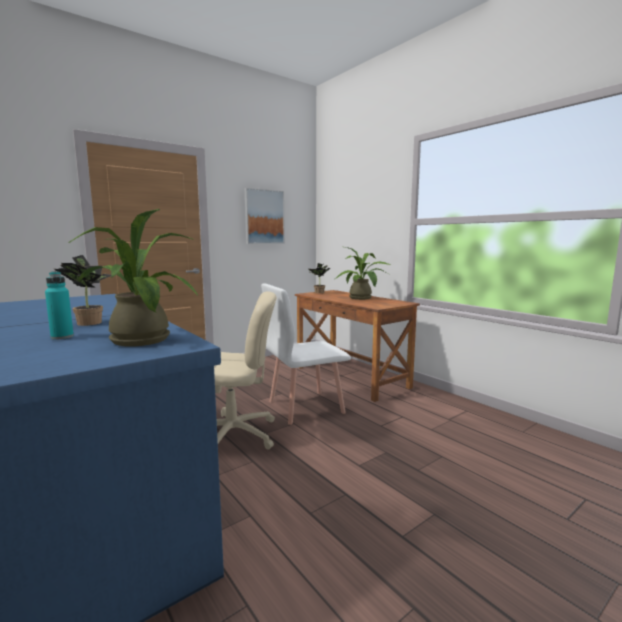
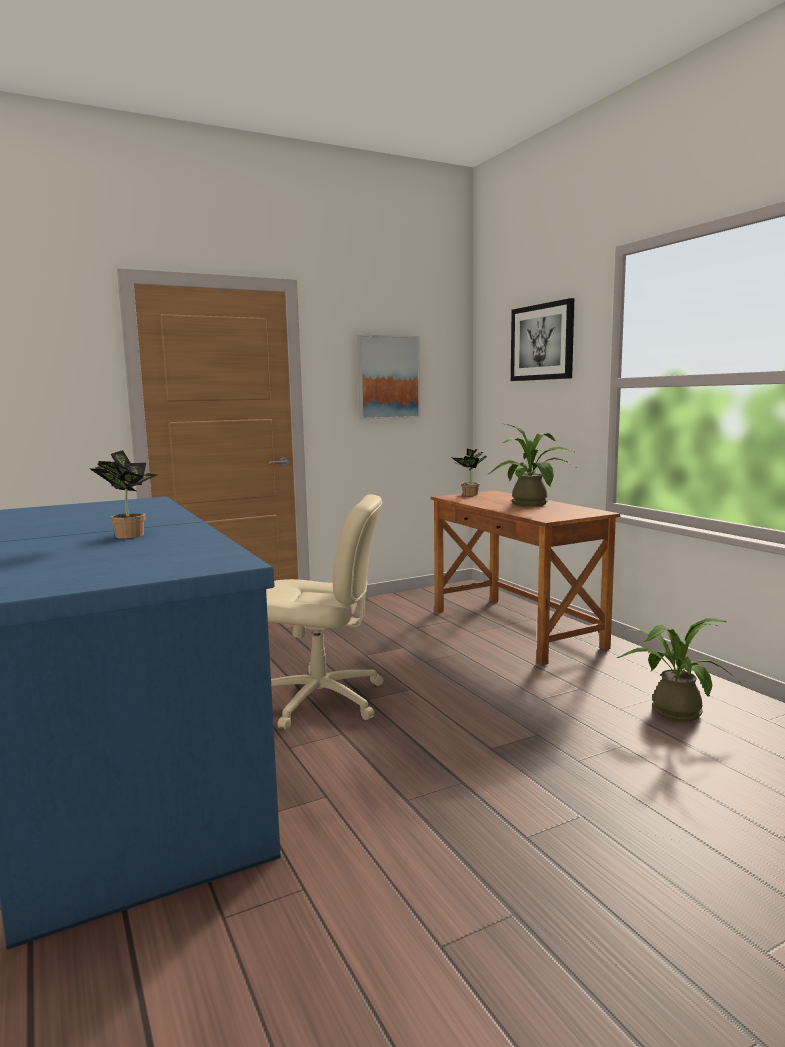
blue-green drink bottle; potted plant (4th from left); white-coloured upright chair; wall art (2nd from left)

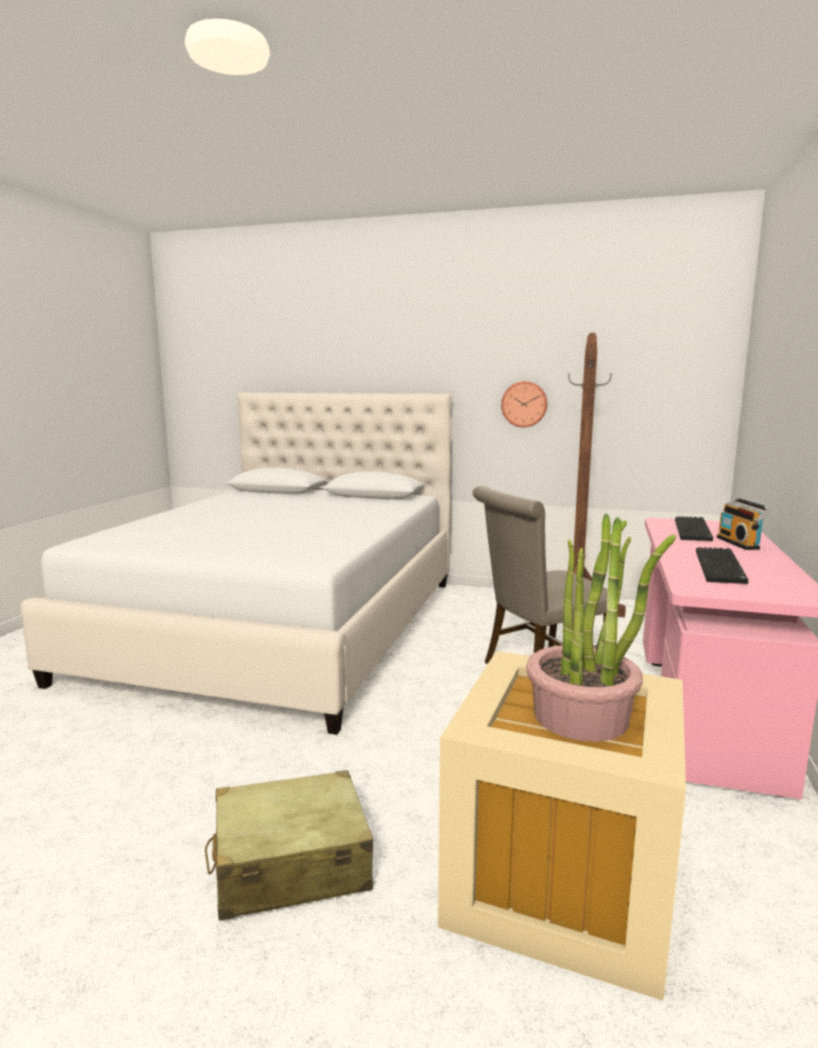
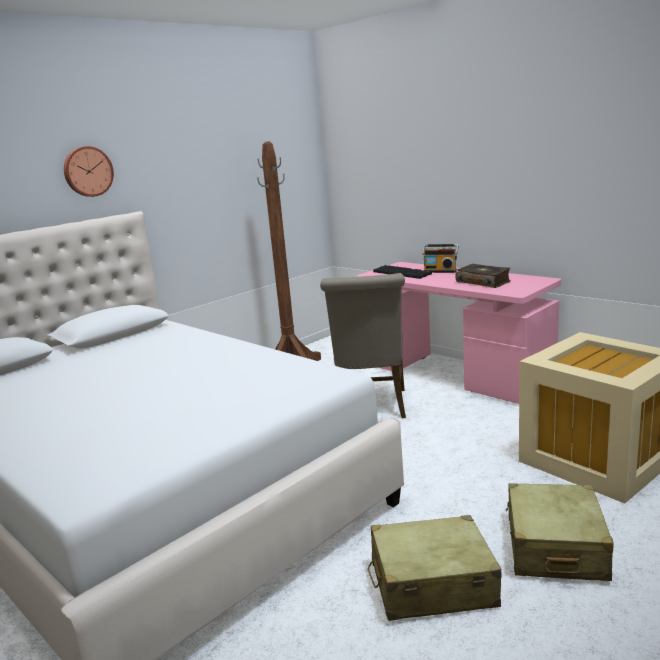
clock on the wall; potted plant; book; beige piece of luggage (1st from left)

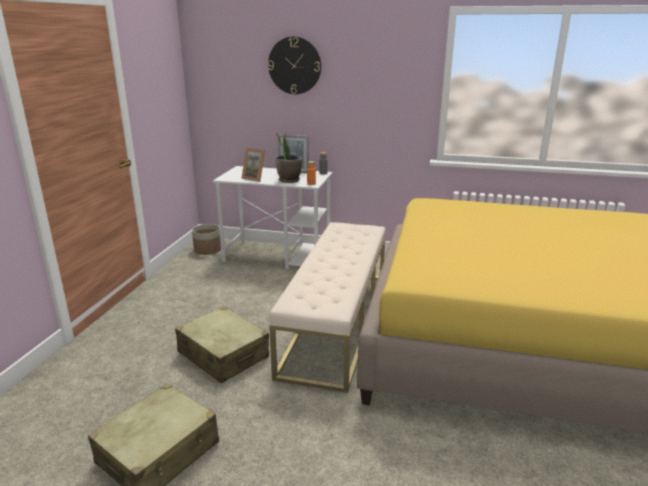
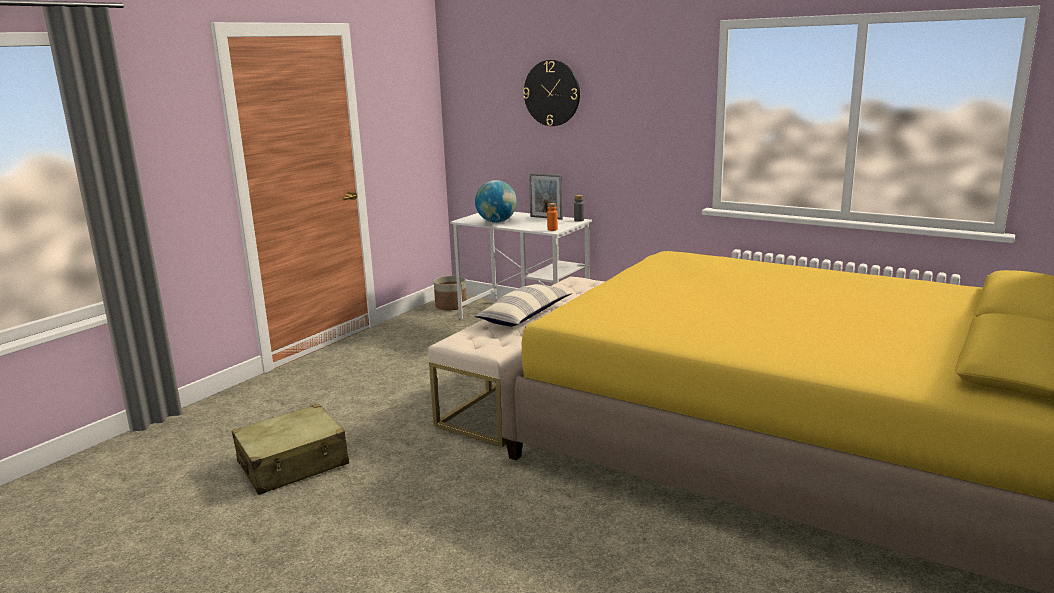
beige piece of luggage (2nd from left in the first image); desk globe; potted plant; pillow

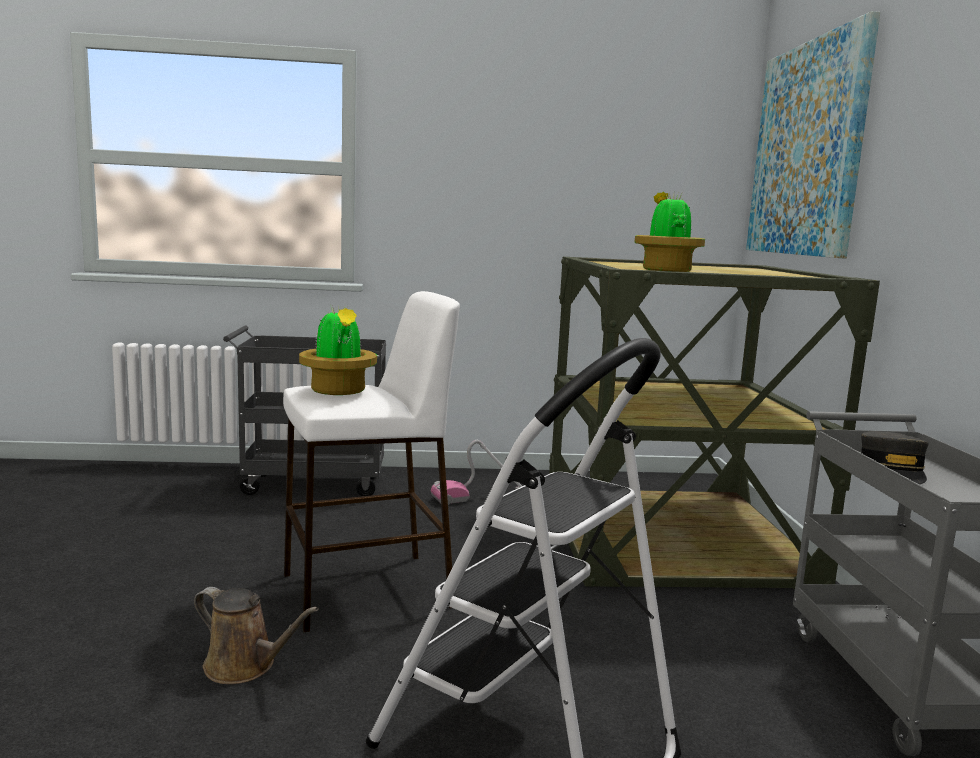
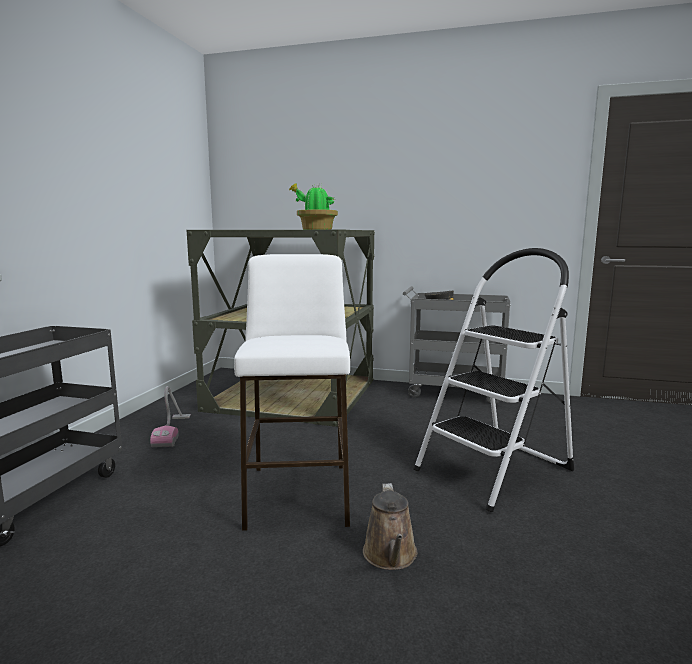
brownish watering pot; potted plant (1st from left in the first image); wall art

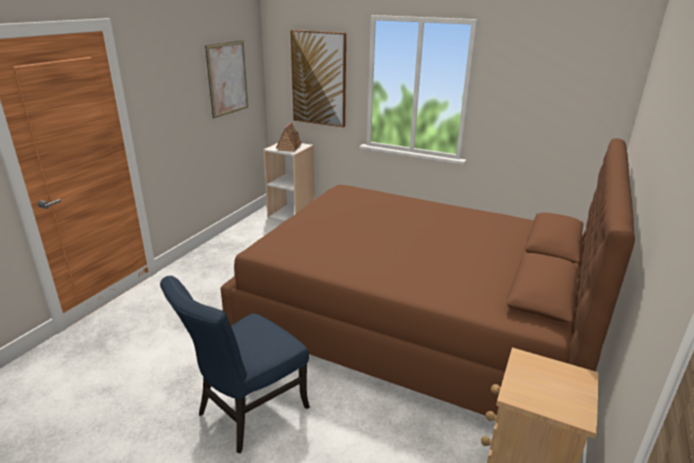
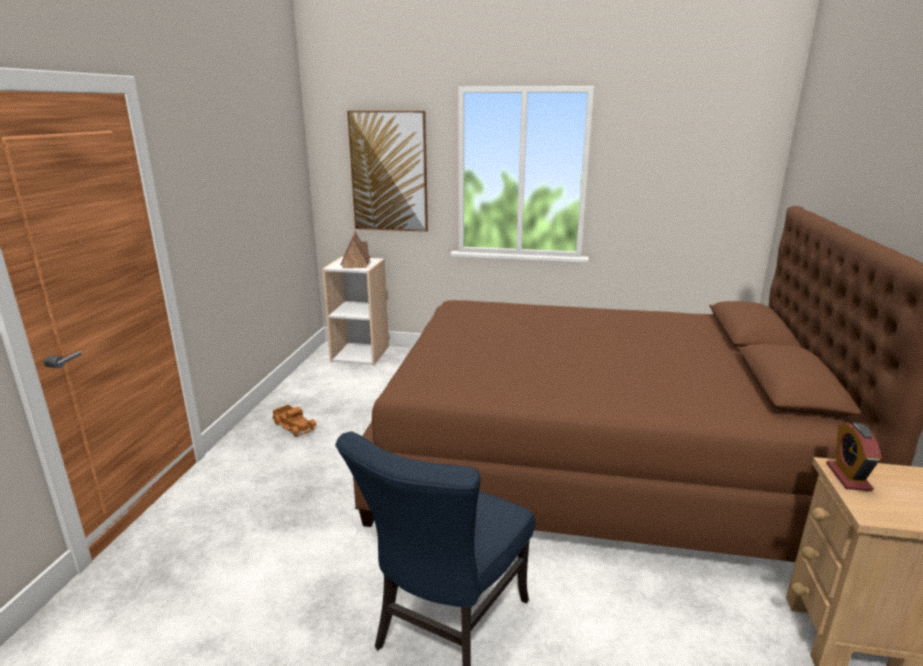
wall art (1st from left in the first image); model truck; bedside clock

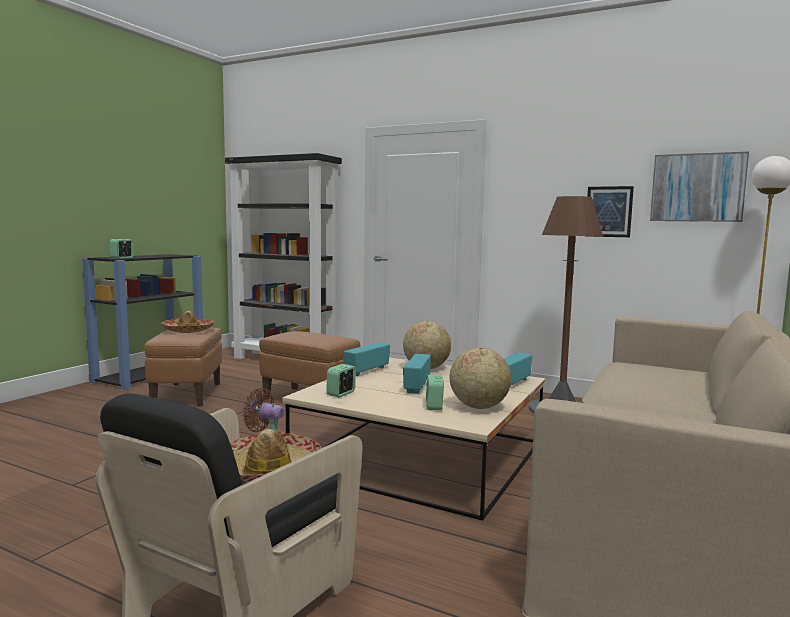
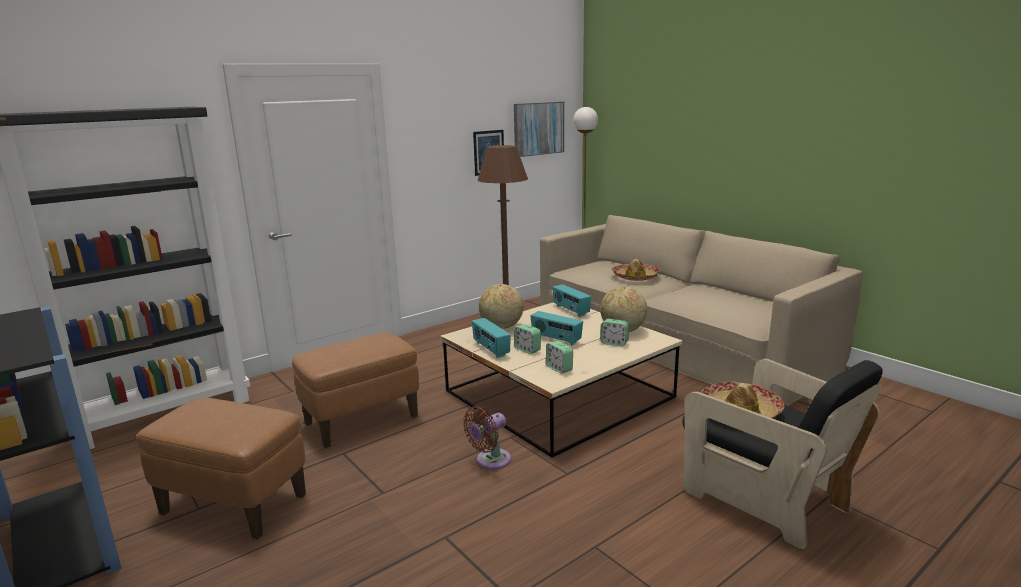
bedside clock (1st from left); clothing hat (1st from left)

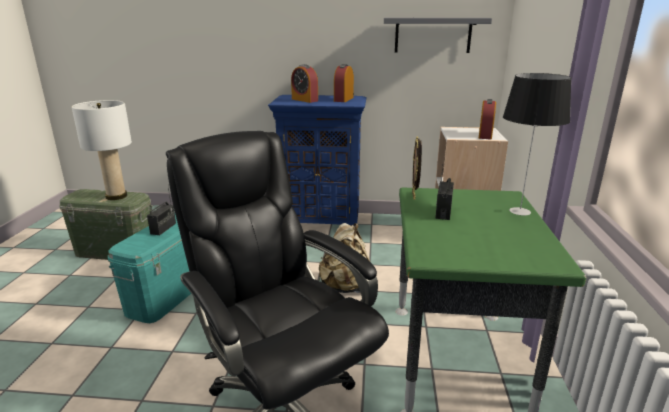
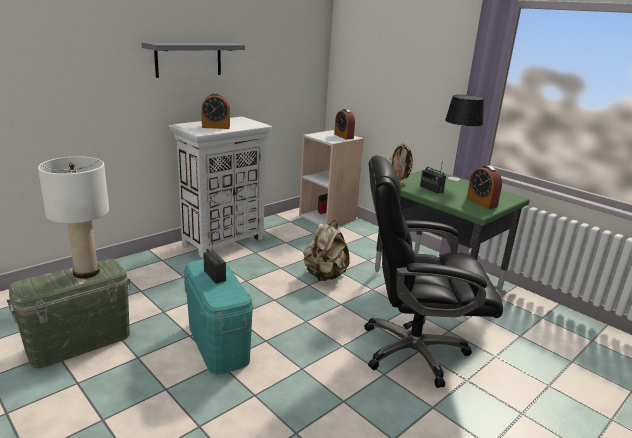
white-coloured cabinet; bedside clock (3rd from left); gray bracket shelf

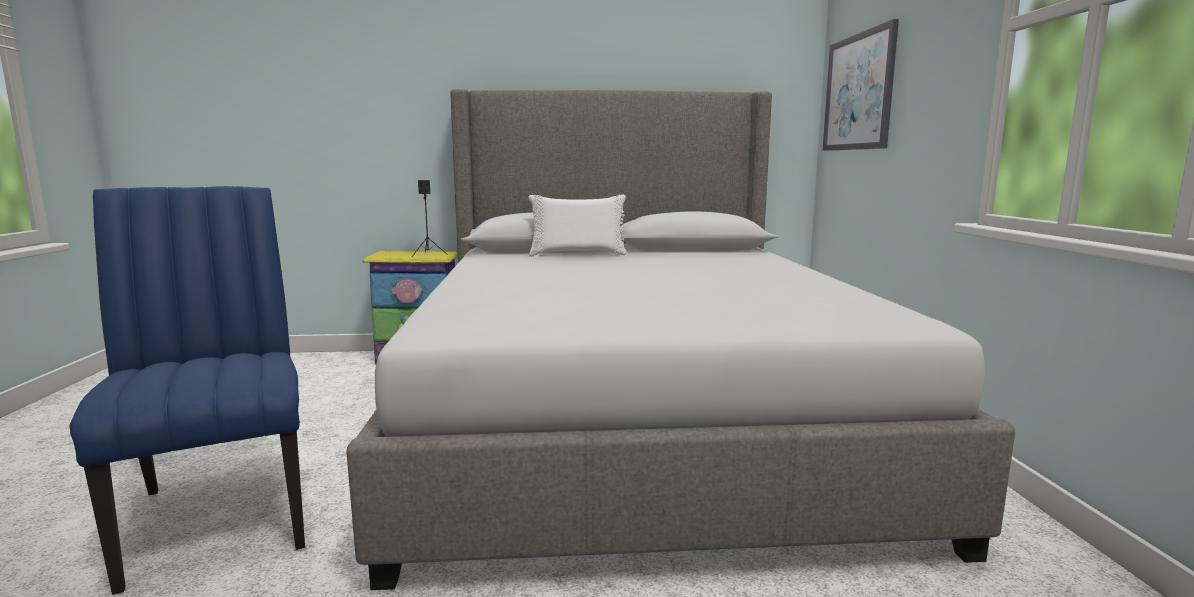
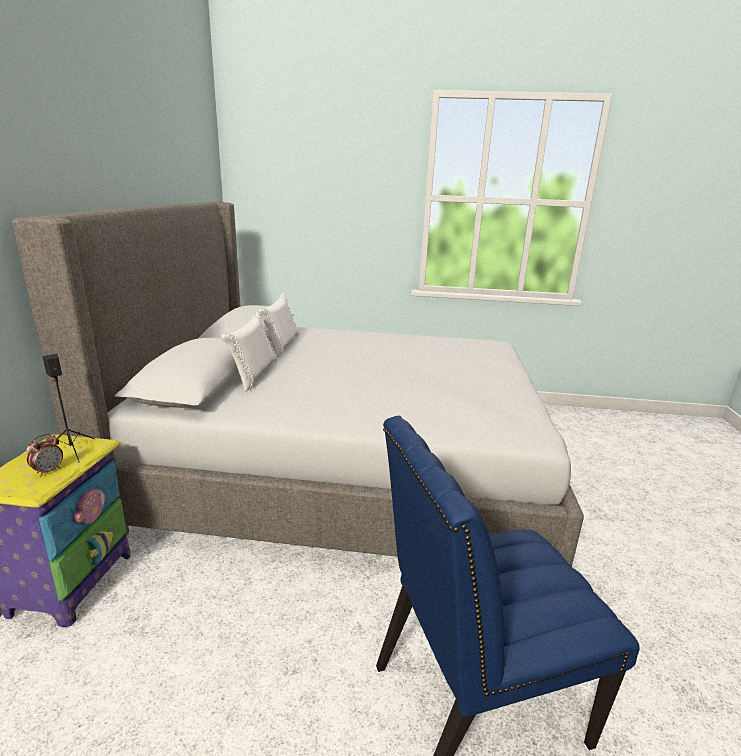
wall art; bedside clock; white-coloured pillow (2nd from left)

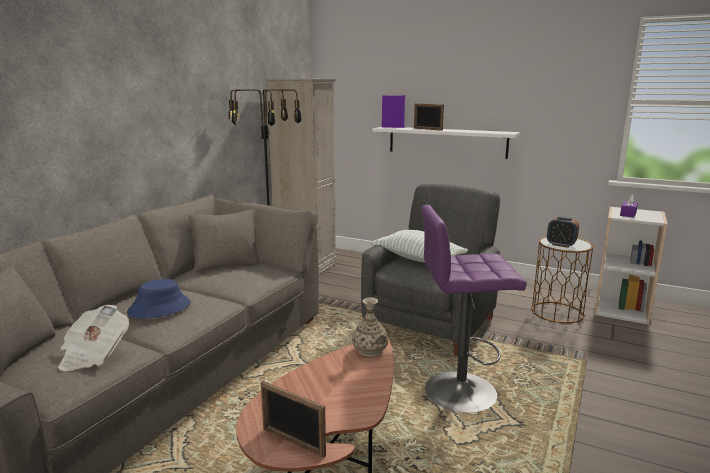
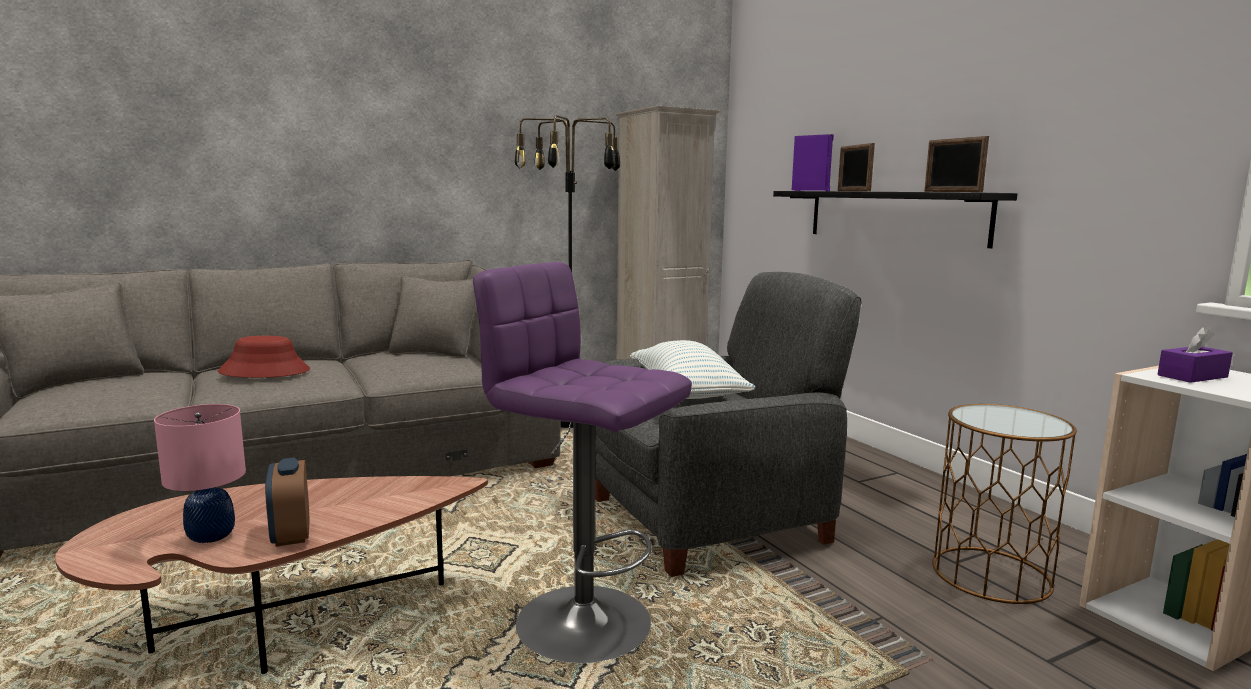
printed paper; reddish clothing hat; picture frame (2nd from left); flower vase; black-coloured bracket shelf; bedside clock; pinkish table lamp

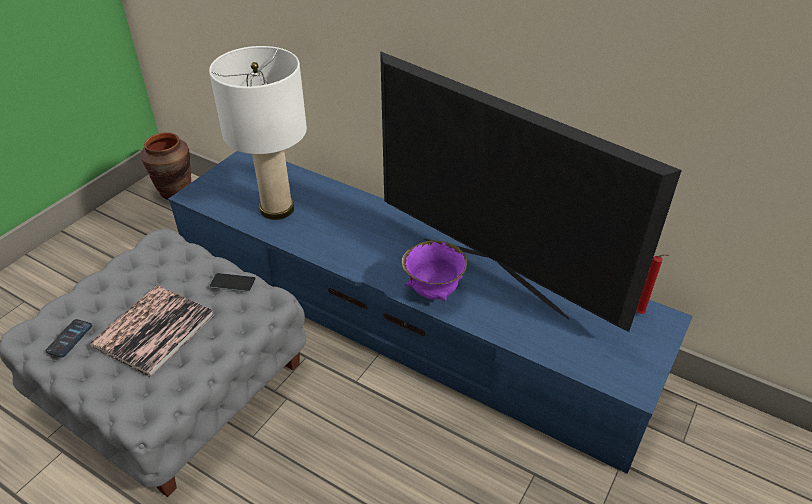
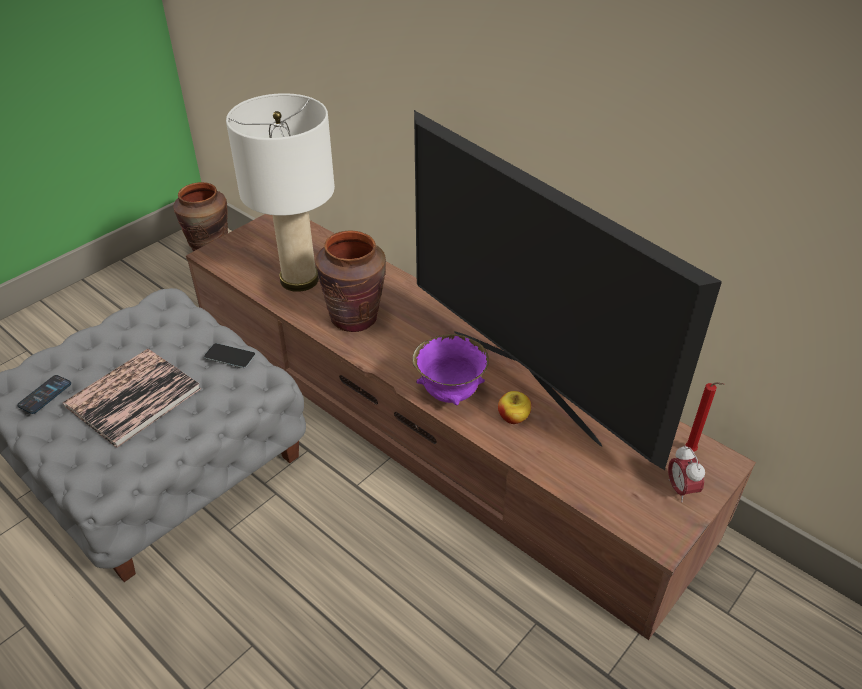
brownish tv stand; brownish flower vase (2nd from left); apple; bedside clock

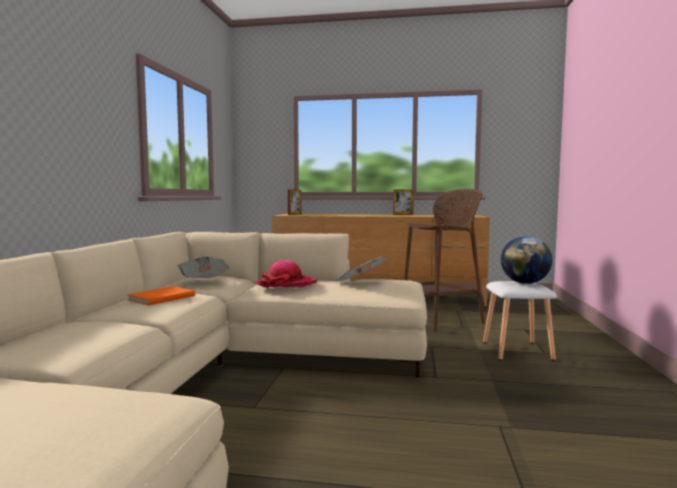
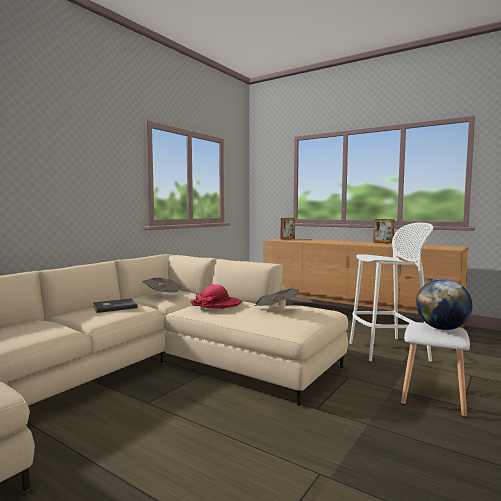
gray book; white-coloured stool (1st from left)

